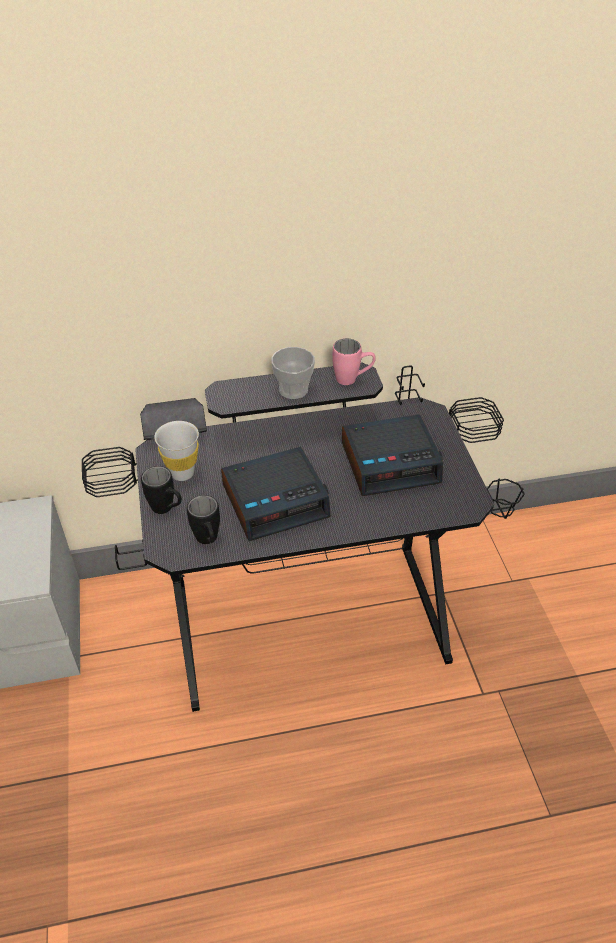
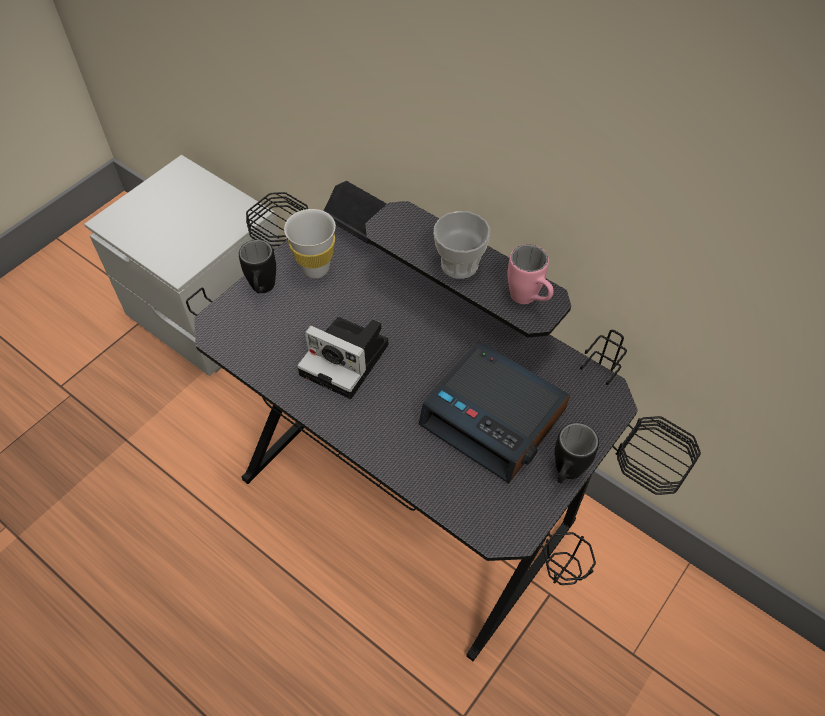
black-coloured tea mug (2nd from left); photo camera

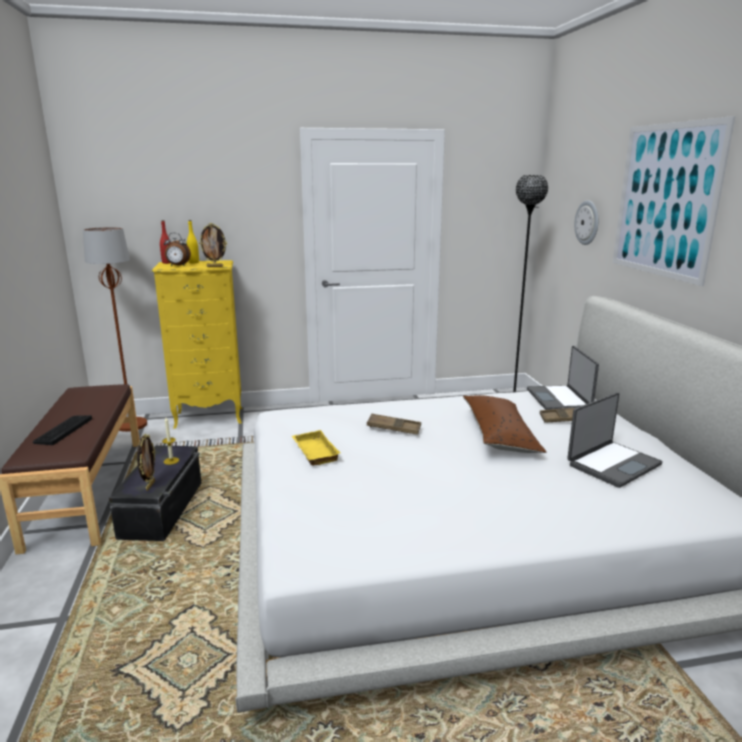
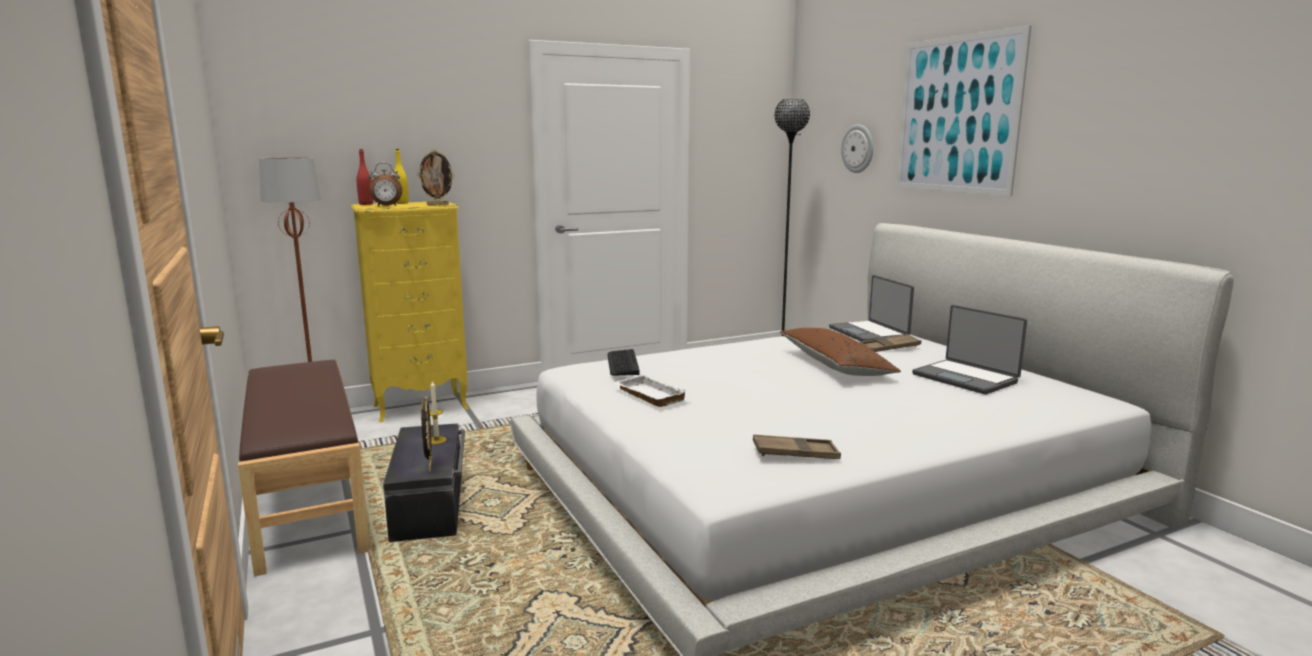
keyboard; white-coloured serving tray; brownish serving tray (1st from left); notebook computer (2nd from left)

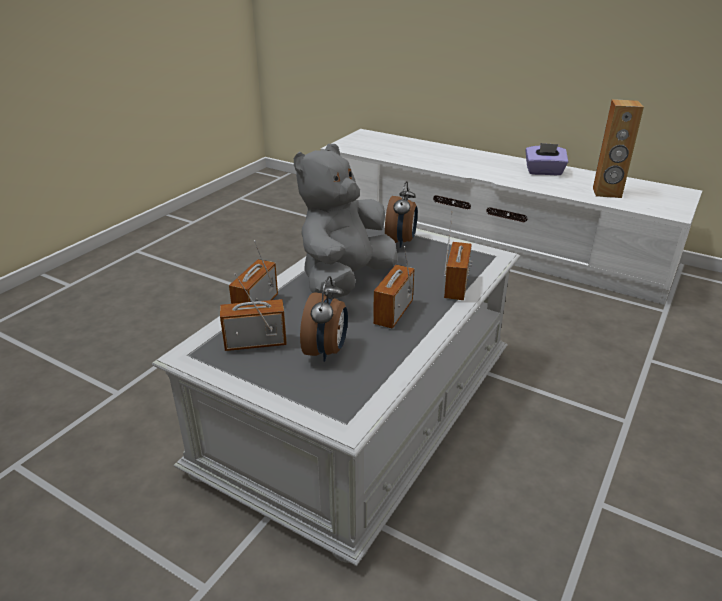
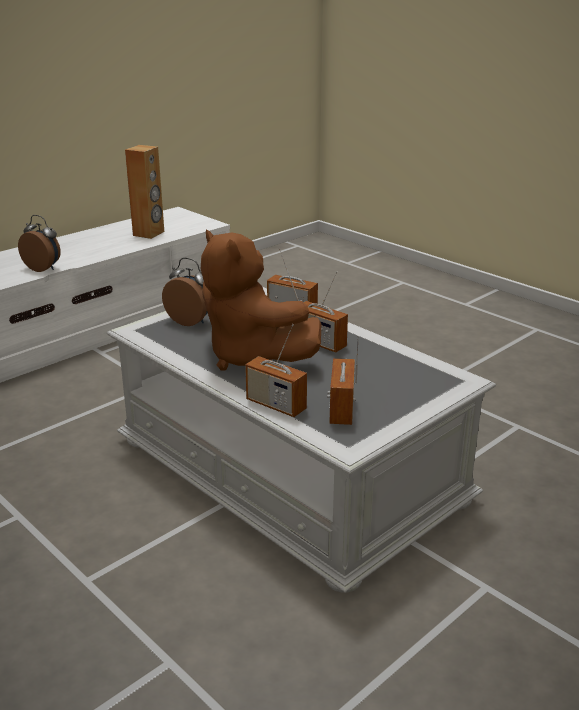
brownish cuddly toy; bedside clock (1st from left); purplish tissue box

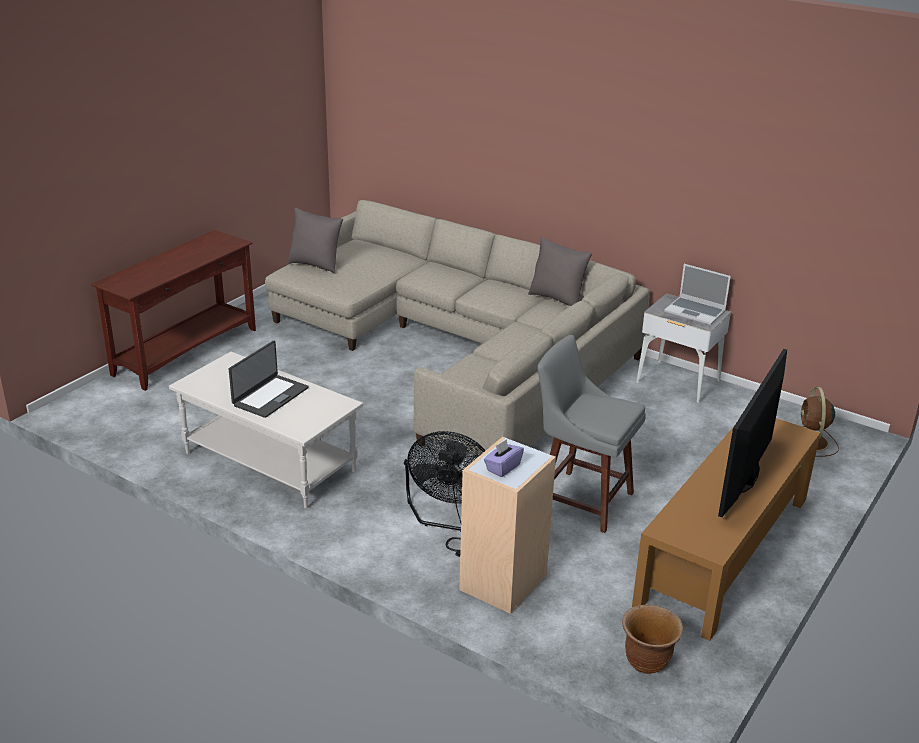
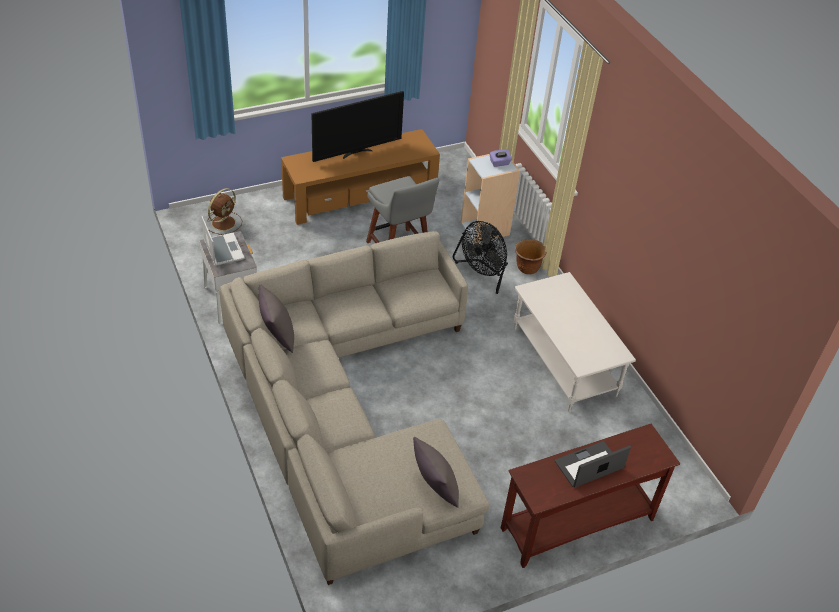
notebook computer (2nd from left); brownish flower pot

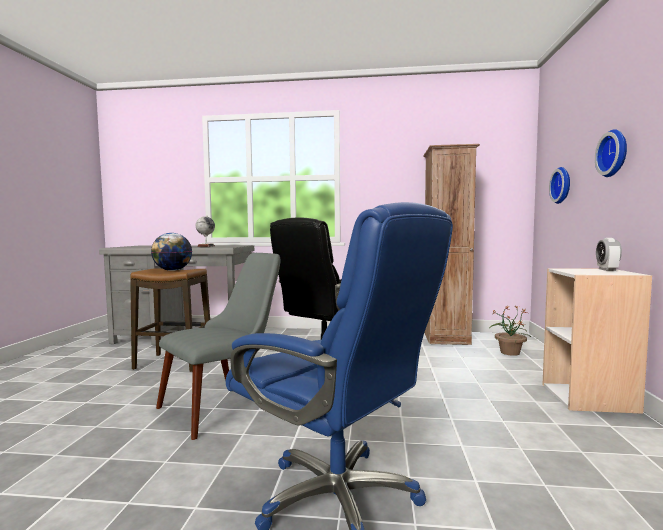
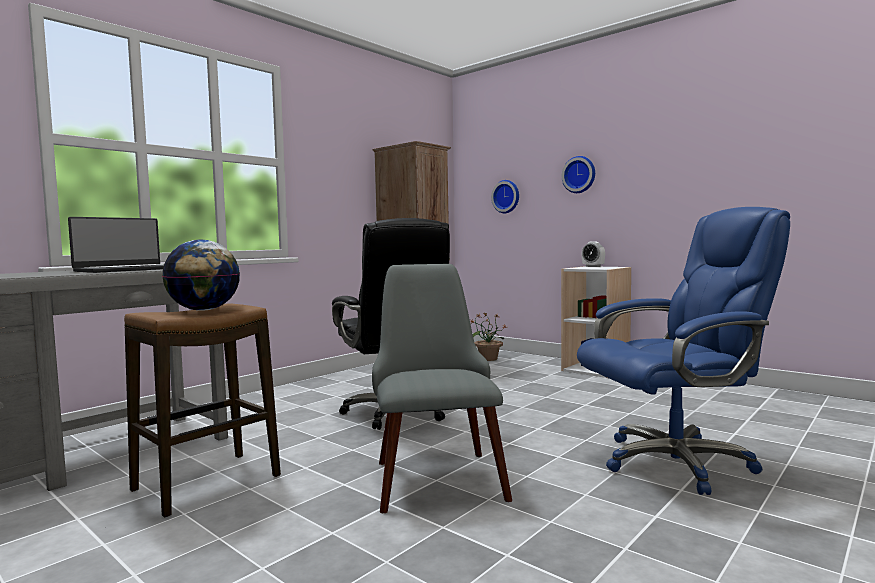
notebook computer

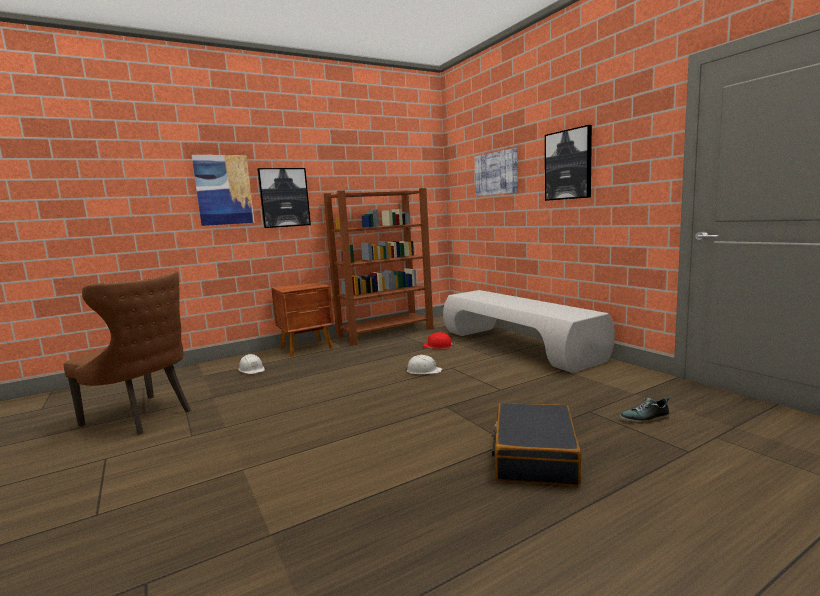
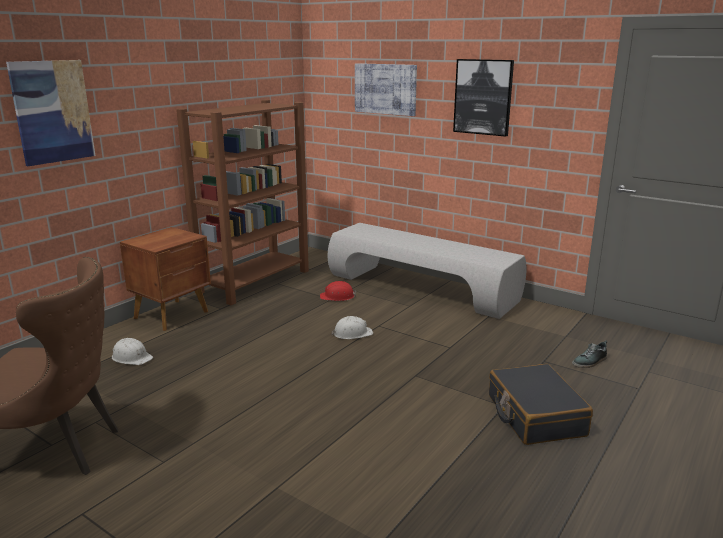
wall art (2nd from left in the first image)

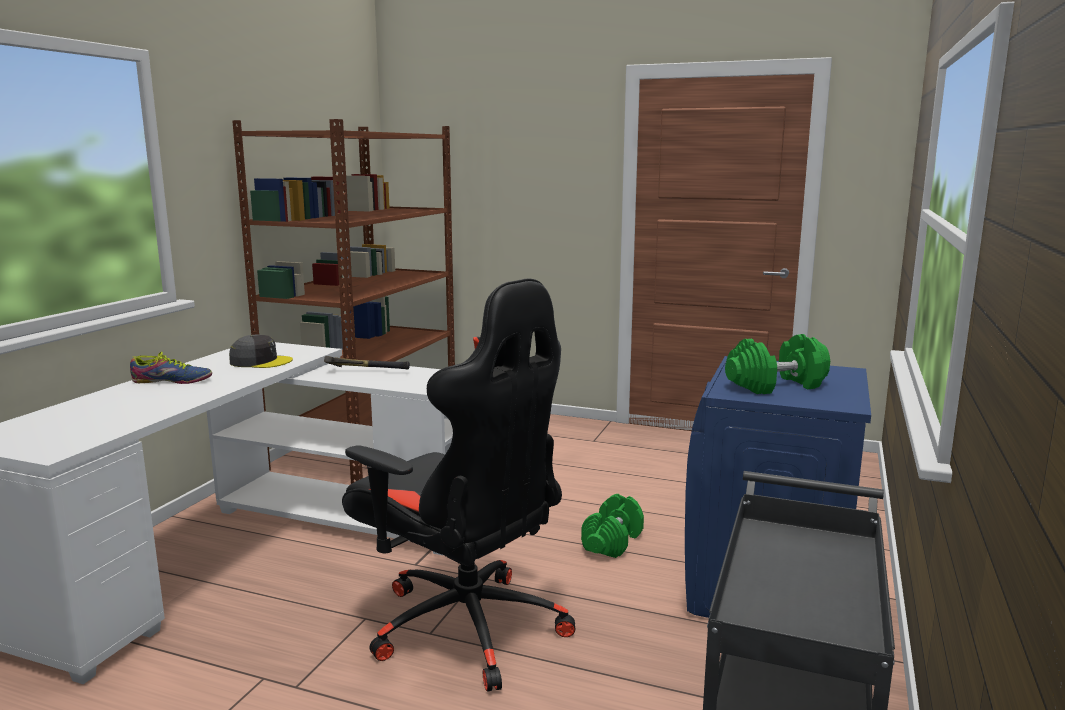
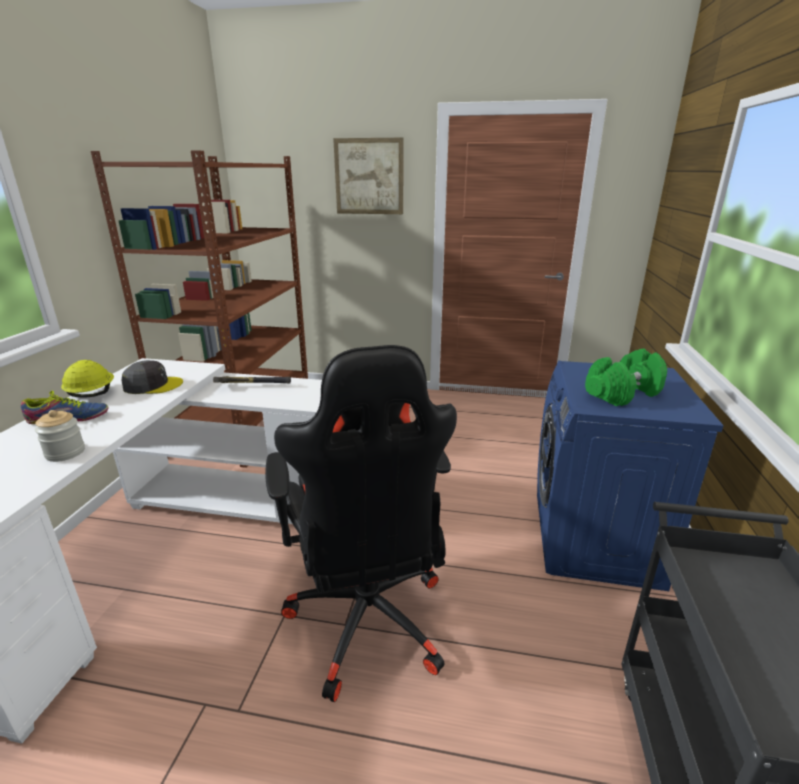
black-coloured office chair; greenish hand weight (1st from left in the first image); jar; yellow-coloured safety helmet; wall art

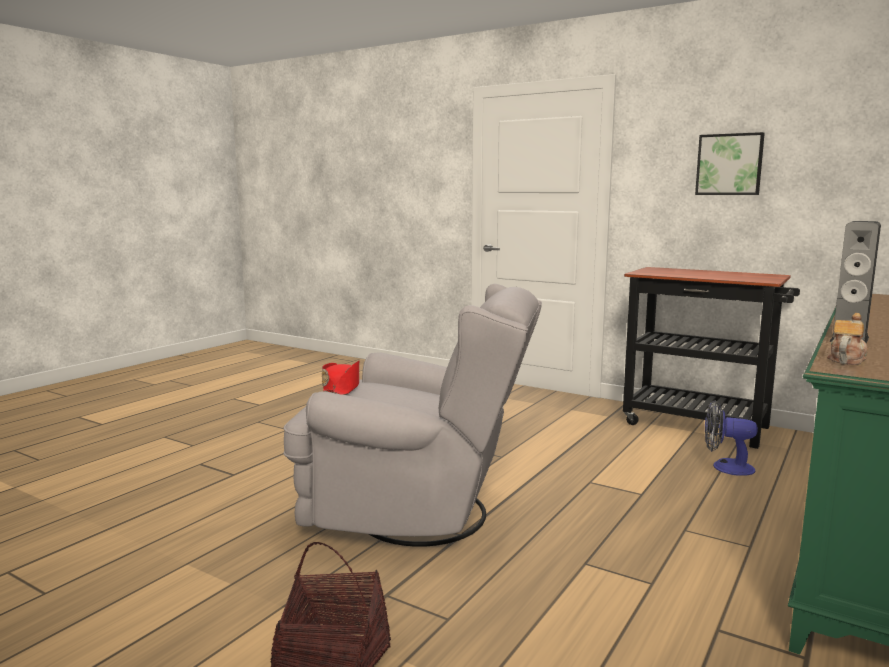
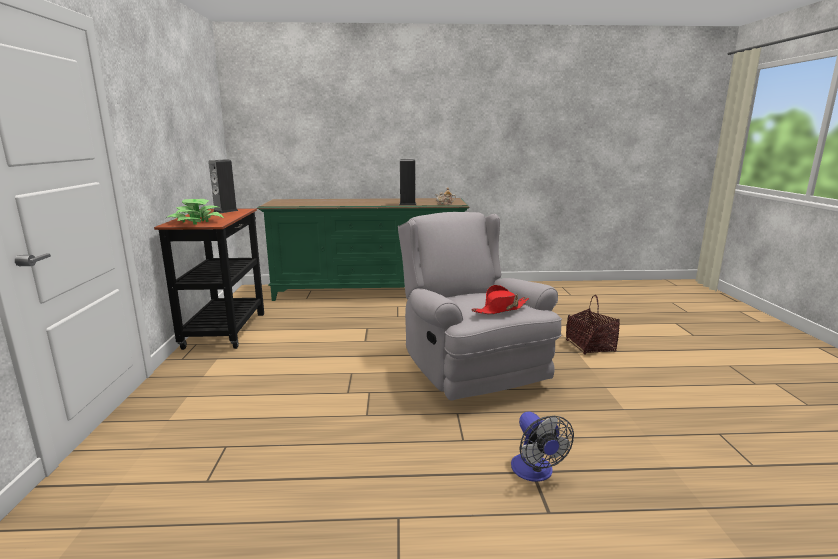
wall art; electric fan; potted plant; audio speaker (1st from left)

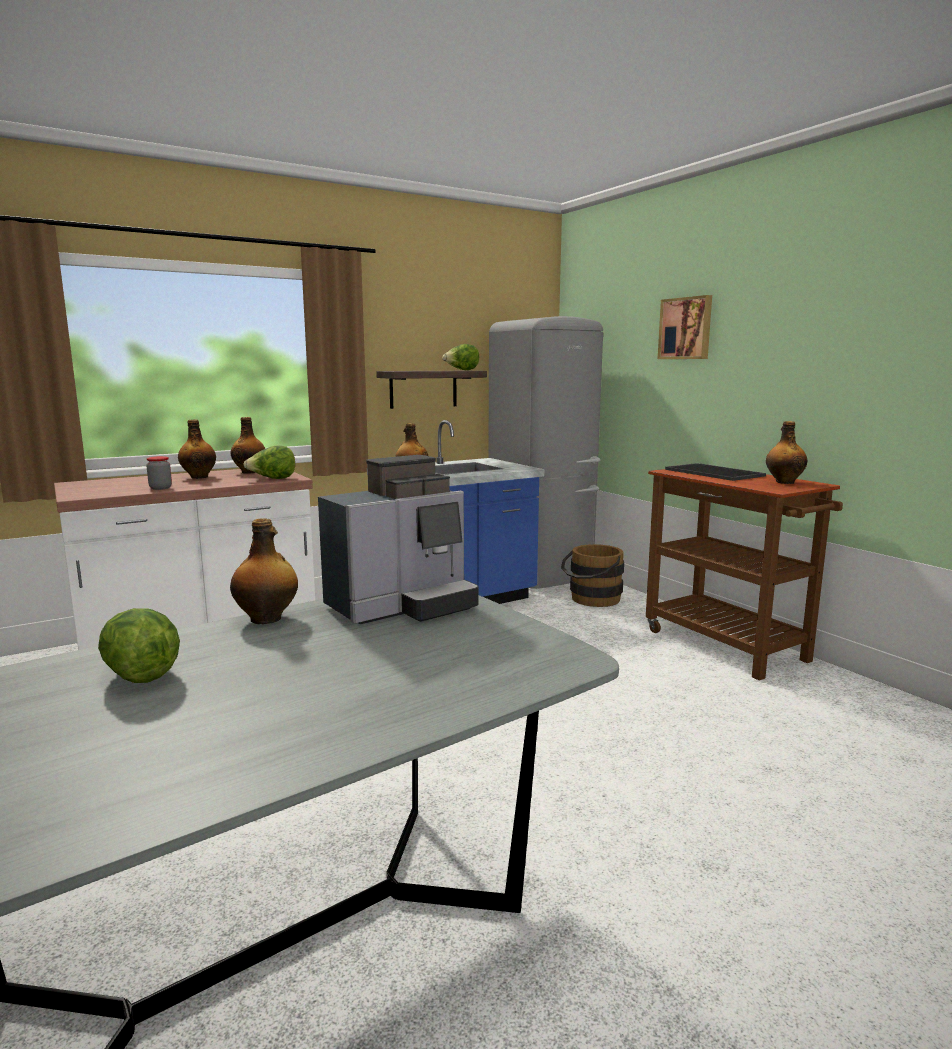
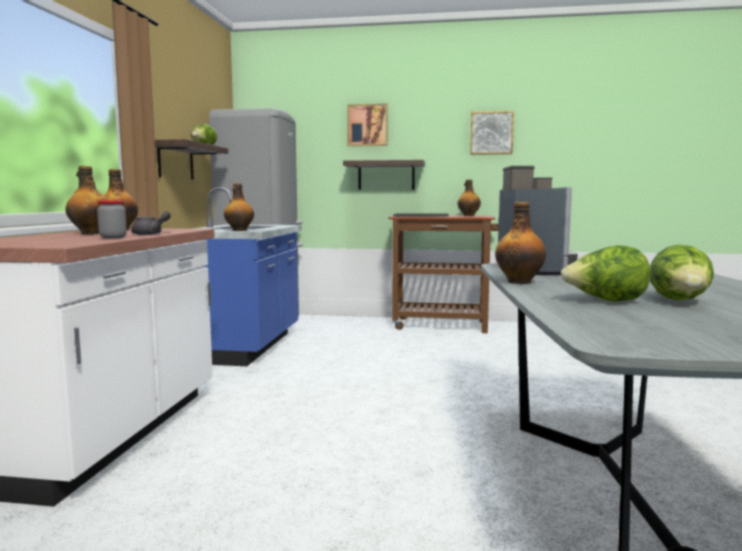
head of lettuce (3rd from left); brownish pail; gray tea pot; bracket shelf (2nd from left); wall art (2nd from left)

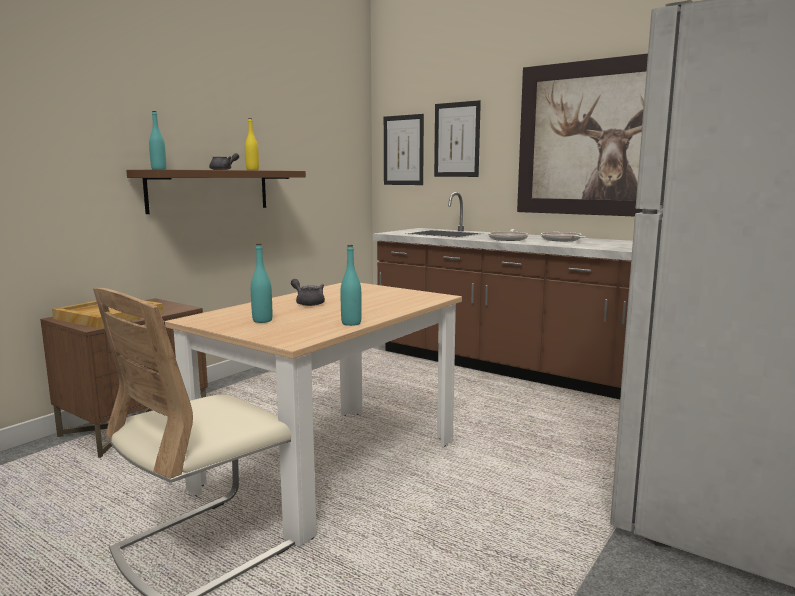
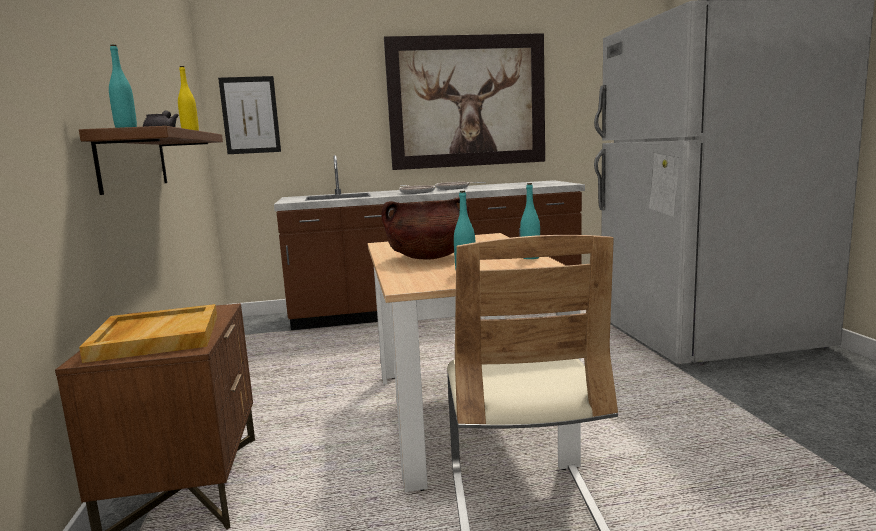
brownish cooking pot; wall art (2nd from left in the first image)

